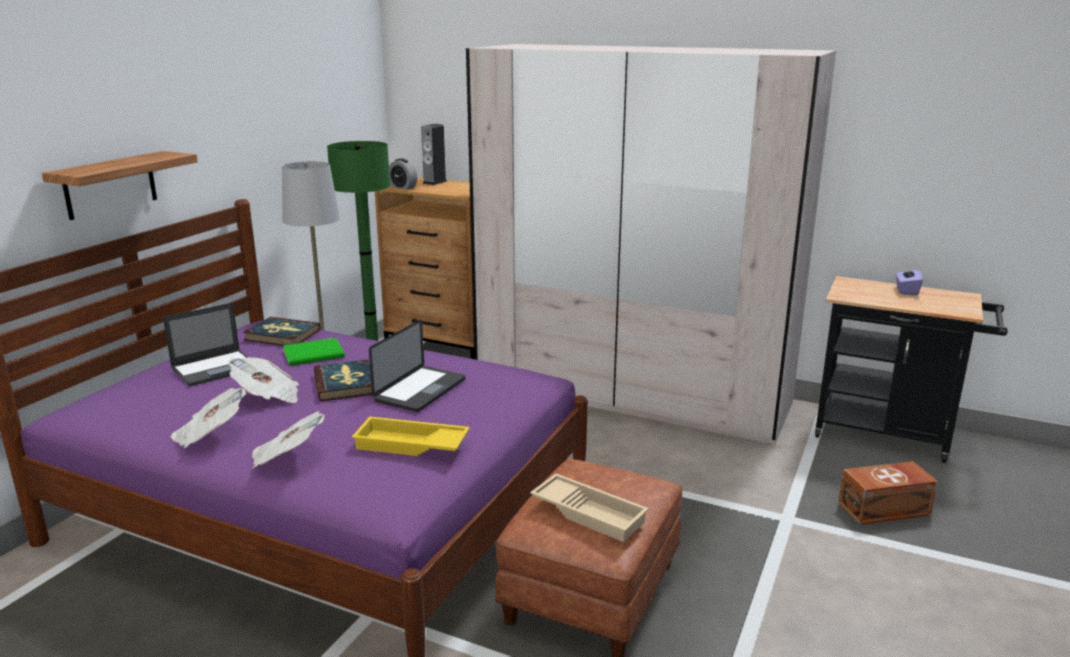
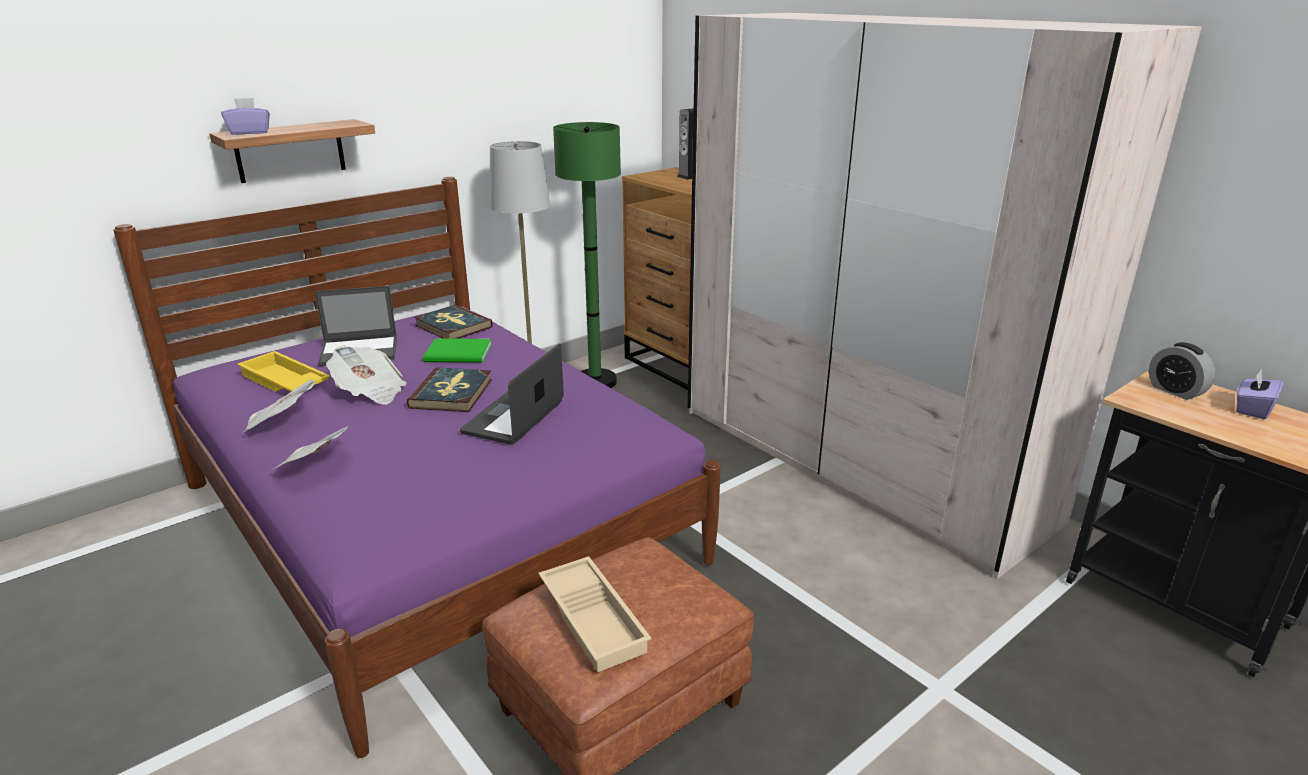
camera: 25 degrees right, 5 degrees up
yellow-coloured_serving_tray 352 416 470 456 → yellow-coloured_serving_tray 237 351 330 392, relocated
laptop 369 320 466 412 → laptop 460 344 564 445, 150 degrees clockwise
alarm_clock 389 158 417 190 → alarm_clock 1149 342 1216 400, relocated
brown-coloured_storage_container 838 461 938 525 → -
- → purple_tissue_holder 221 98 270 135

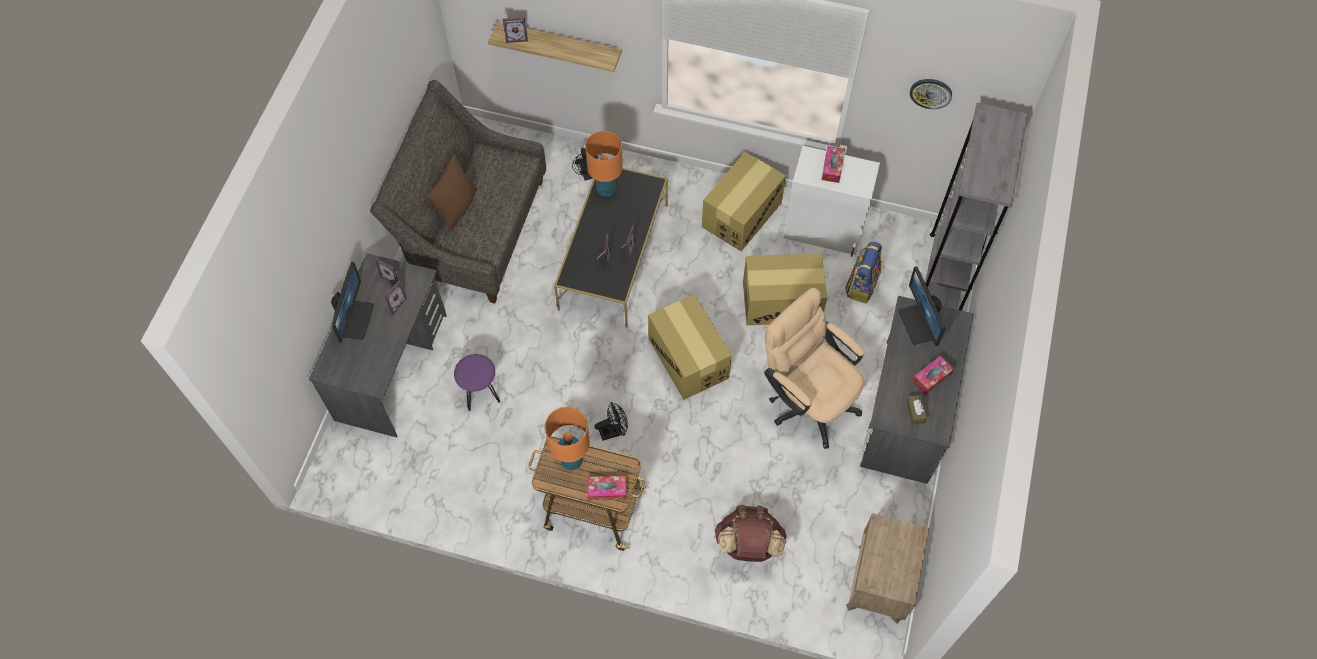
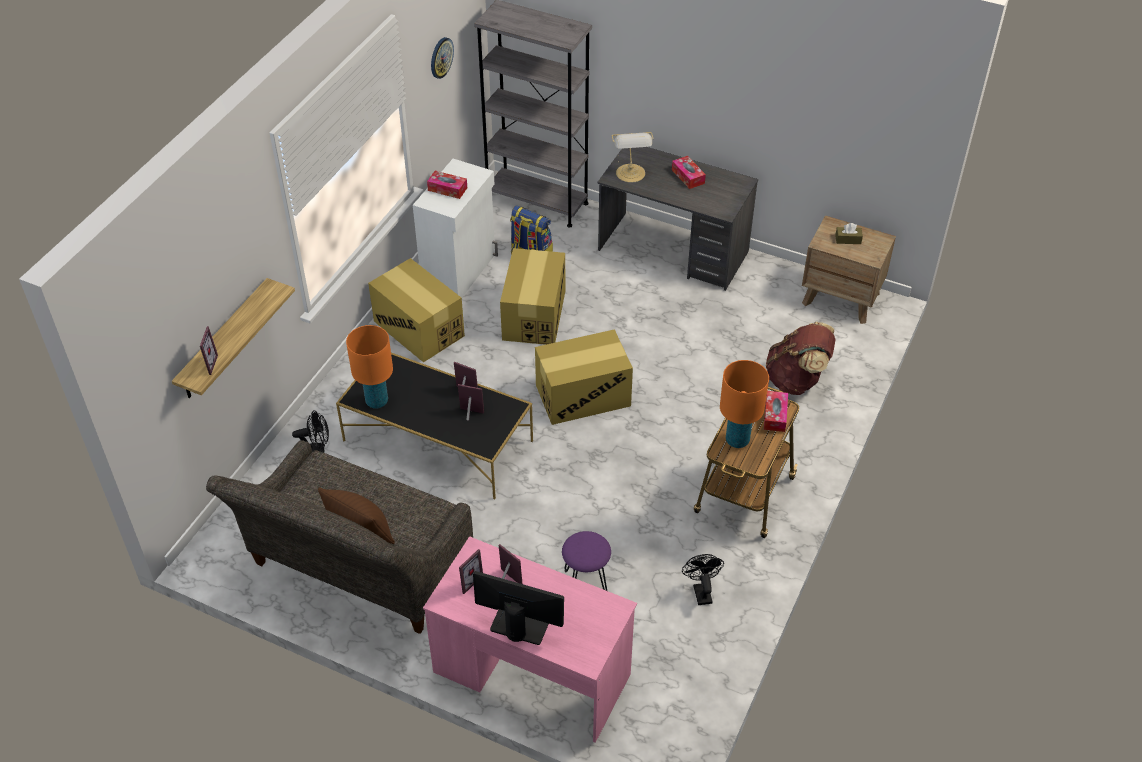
camera: 80 degrees left, 15 degrees down
gray_desk_table 309 253 447 438 → pinkish_desk_table 423 536 637 743
black-coloured_electric_fan 595 402 628 441 → black-coloured_electric_fan 682 554 724 605, relocated
beige-coloured_computer_chair 764 288 865 449 → -
monitor 899 266 945 346 → tabletop_lamp 612 132 654 183
brown-coloured_tissue_holder 906 395 927 425 → brown-coloured_tissue_holder 835 223 863 244, relocated

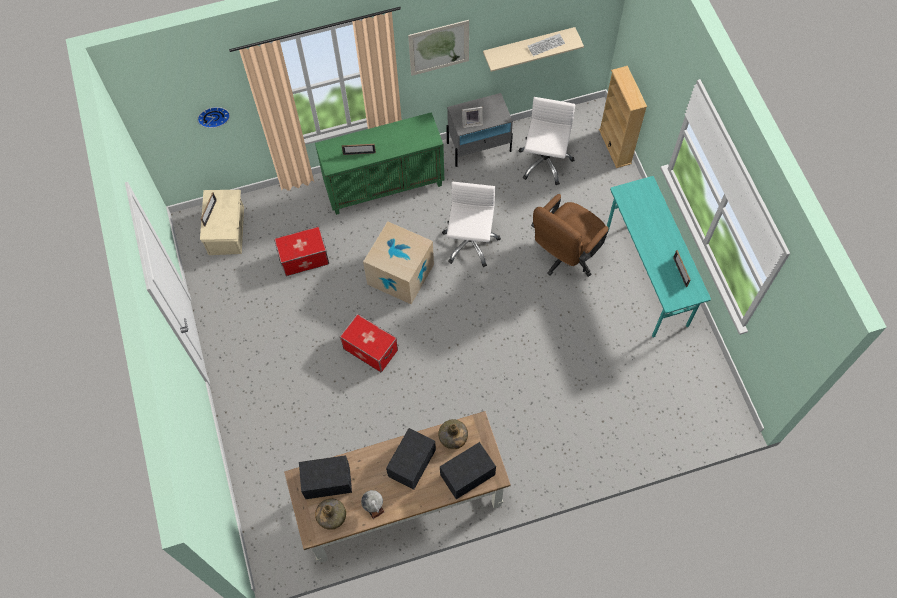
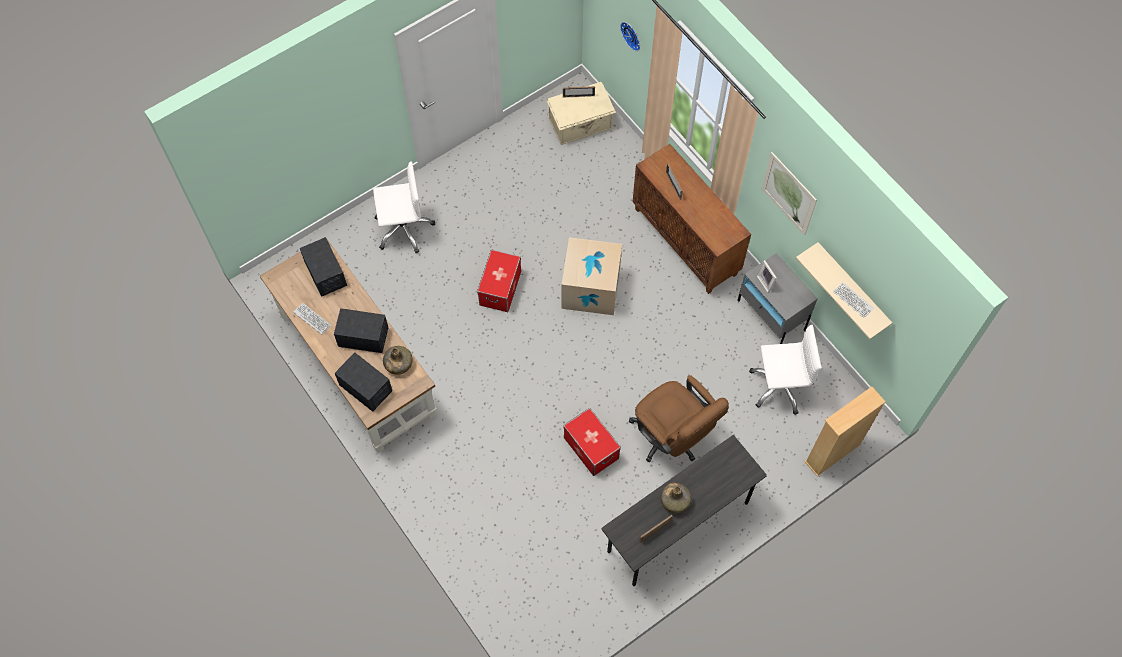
camera: 70 degrees right, 0 degrees up
storage_container 274 226 329 276 → storage_container 563 408 621 476, relocated
green_cupboard 315 112 444 215 → brown-coloured_cupboard 632 144 751 294
green_beverage_bottle 315 499 346 530 → green_beverage_bottle 661 483 691 514, relocated
world_globe 361 490 385 519 → PC_keyboard 293 303 332 335
whitish_computer_chair 442 182 501 267 → whitish_computer_chair 373 161 435 253, relocated
brown-coloured_computer_chair 531 194 609 277 → brown-coloured_computer_chair 629 375 729 463, 150 degrees counterclockwise
turquoise_desk_table 607 176 711 337 → gray_desk_table 602 435 767 586

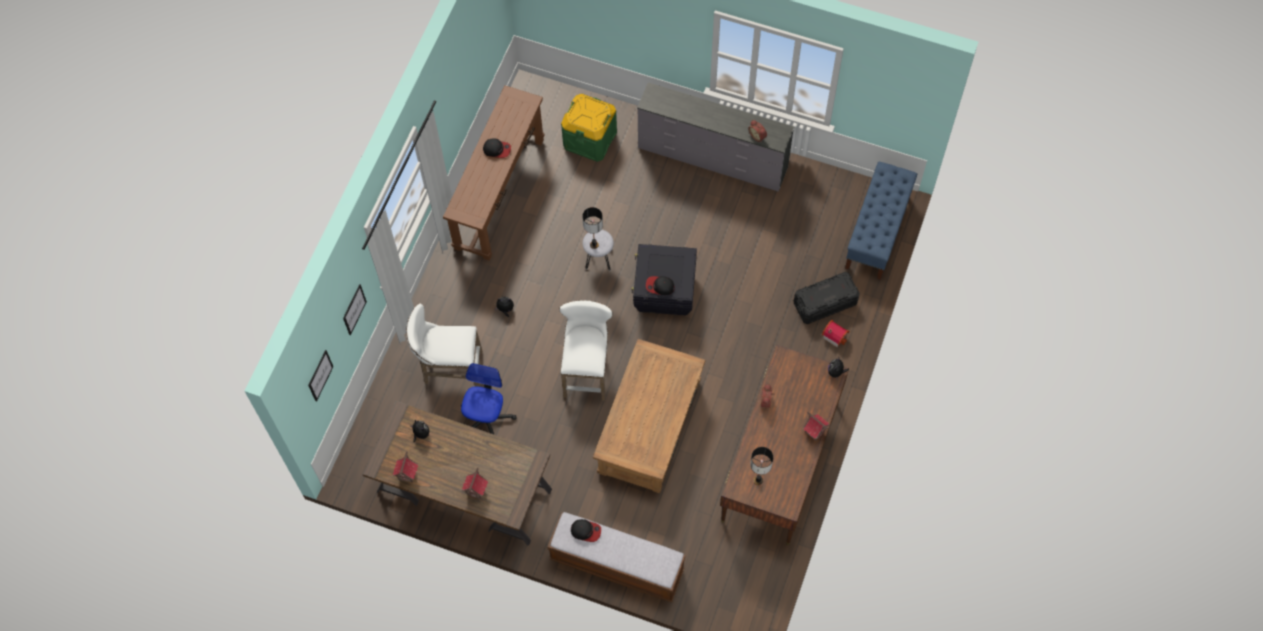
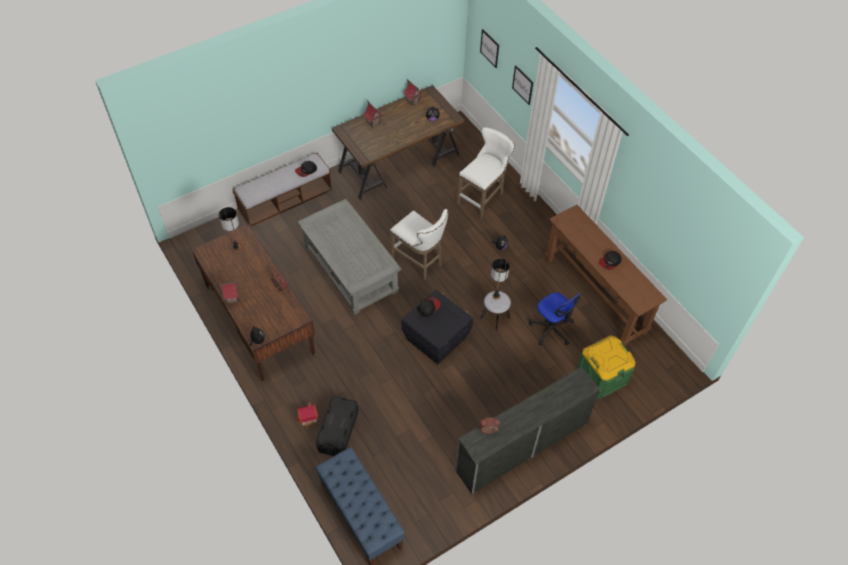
camera: 125 degrees right, 10 degrees down
computer_chair 461 363 516 434 → computer_chair 529 292 582 346, relocated
brown-coloured_low_table 593 339 706 493 → gray_low_table 297 199 401 315

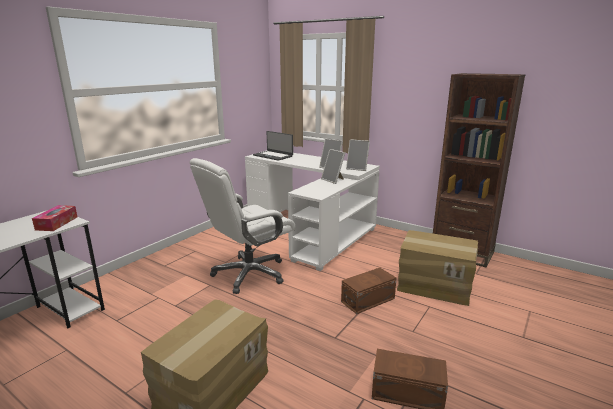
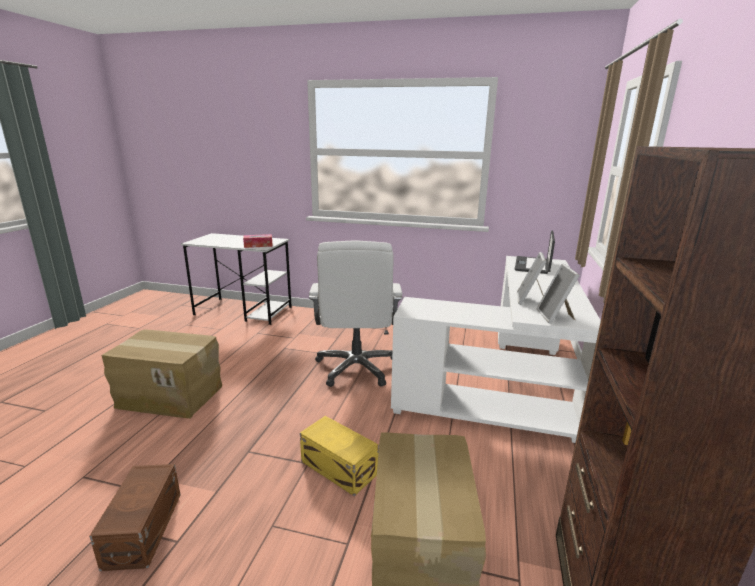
camera: 70 degrees right, 0 degrees up
whitish_computer_chair 190 158 296 294 → whitish_computer_chair 309 240 403 387, 120 degrees counterclockwise
standing_frame 321 149 345 184 → -
brown-coloured_storage_container 341 267 396 314 → yellow-coloured_storage_container 300 416 379 496

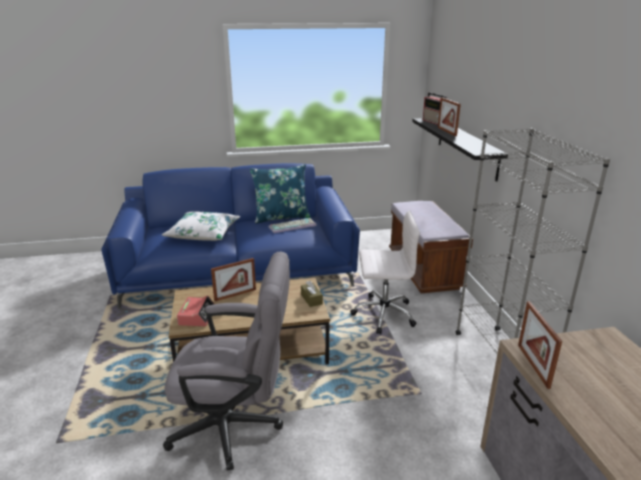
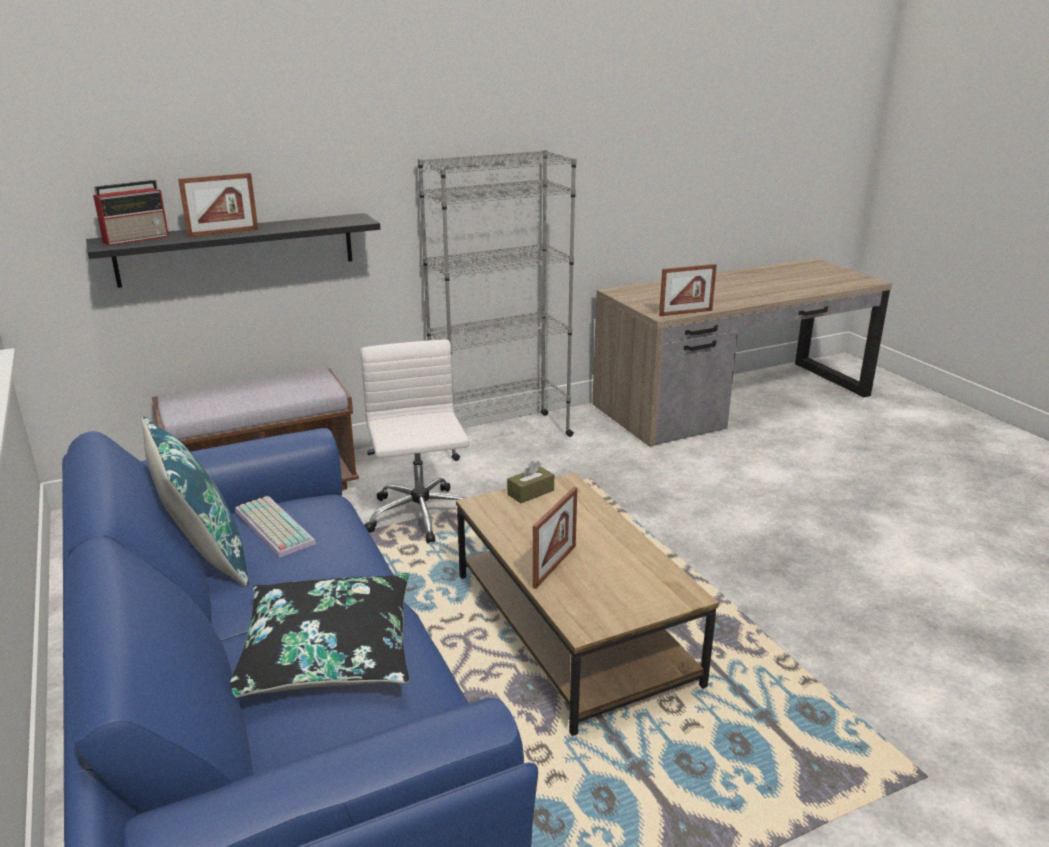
camera: 105 degrees left, 0 degrees up
whitish_cushion 162 211 240 241 → black-coloured_cushion 230 573 409 698
gray_computer_chair 163 251 290 471 → -
alarm_clock 177 296 214 326 → -
standing_frame 211 258 256 301 → standing_frame 532 487 577 589, 75 degrees clockwise

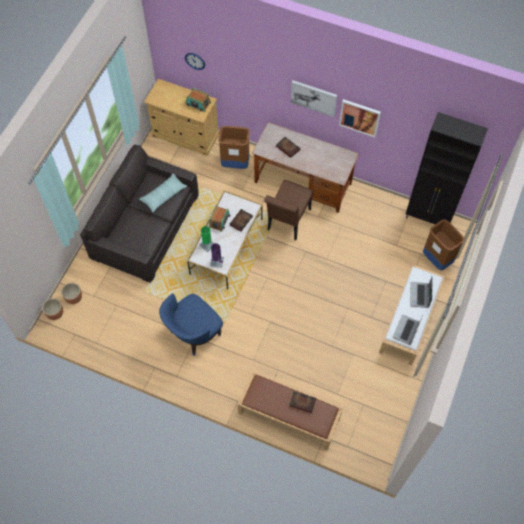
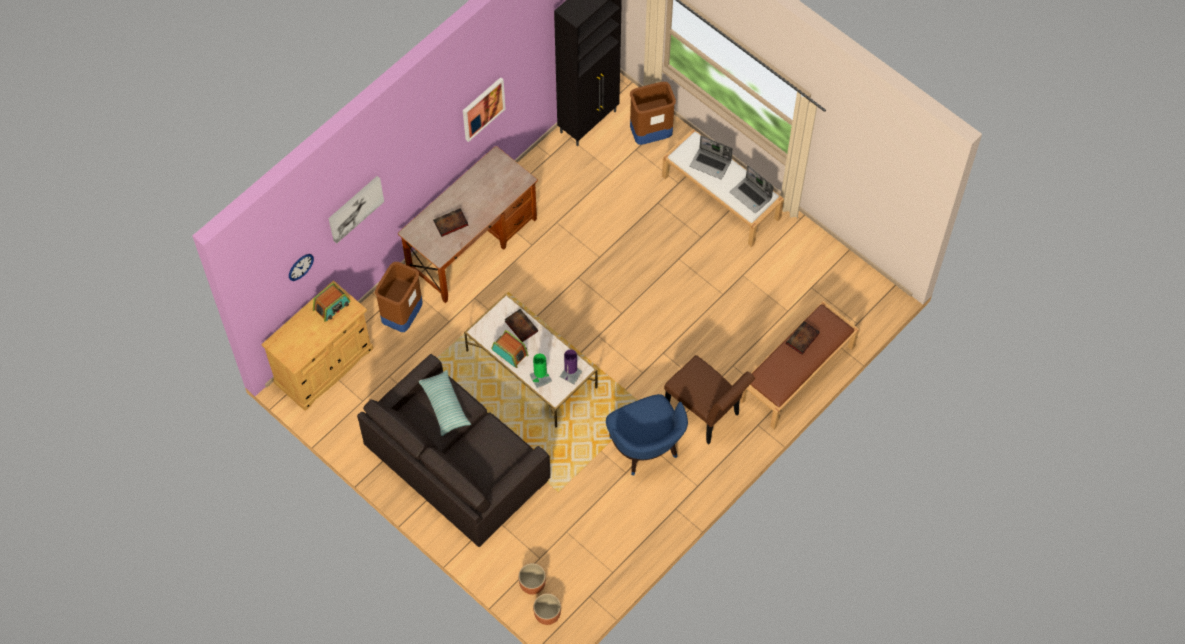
camera: 70 degrees left, 0 degrees up
brown-coloured_chair 264 180 314 240 → brown-coloured_chair 664 355 755 444, relocated
wall_picture 291 80 337 117 → wall_picture 328 176 384 244, relocated

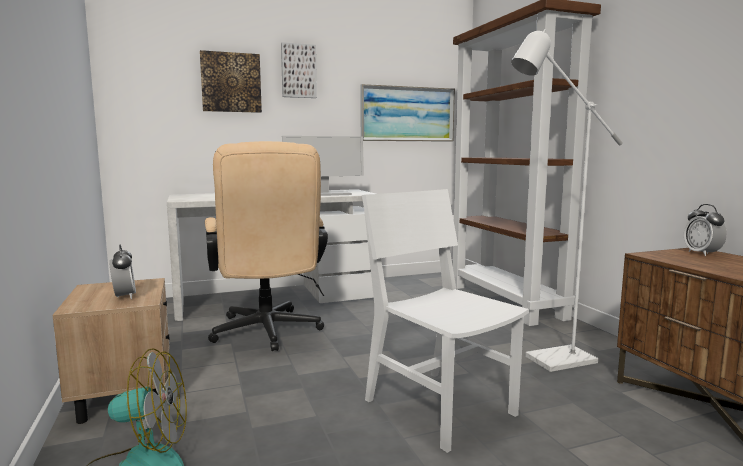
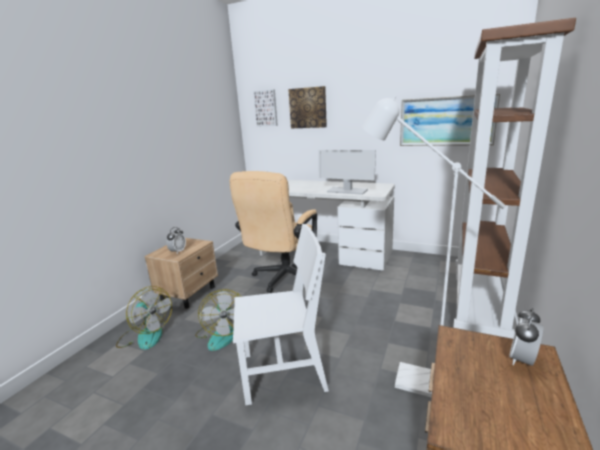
camera: 45 degrees right, 10 degrees up
wall_picture 281 42 317 98 → wall_picture 253 89 278 127, relocated
whitish_chair 362 189 529 453 → whitish_chair 233 224 329 405, 75 degrees clockwise
- → electric_fan 195 289 242 351

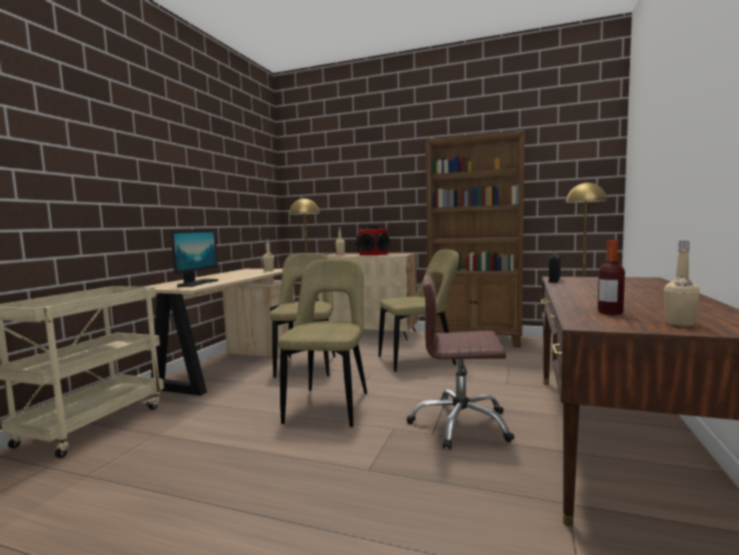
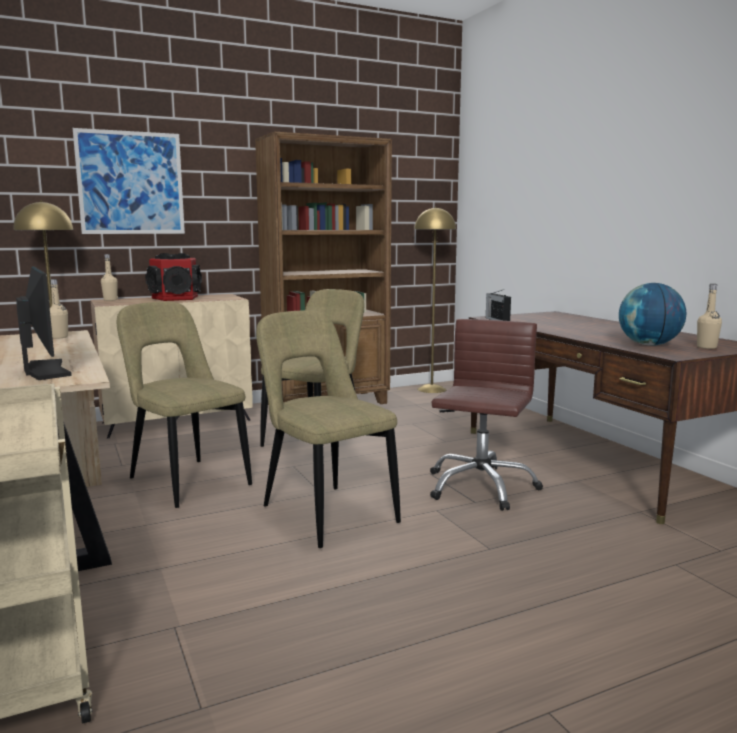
camera: 45 degrees left, 5 degrees up
brown-coloured_computer_chair 407 275 514 450 → brown-coloured_computer_chair 430 319 543 511, 150 degrees clockwise
beverage_bottle 597 240 625 315 → world_globe 619 283 686 346
- → wall_picture 73 128 185 234

